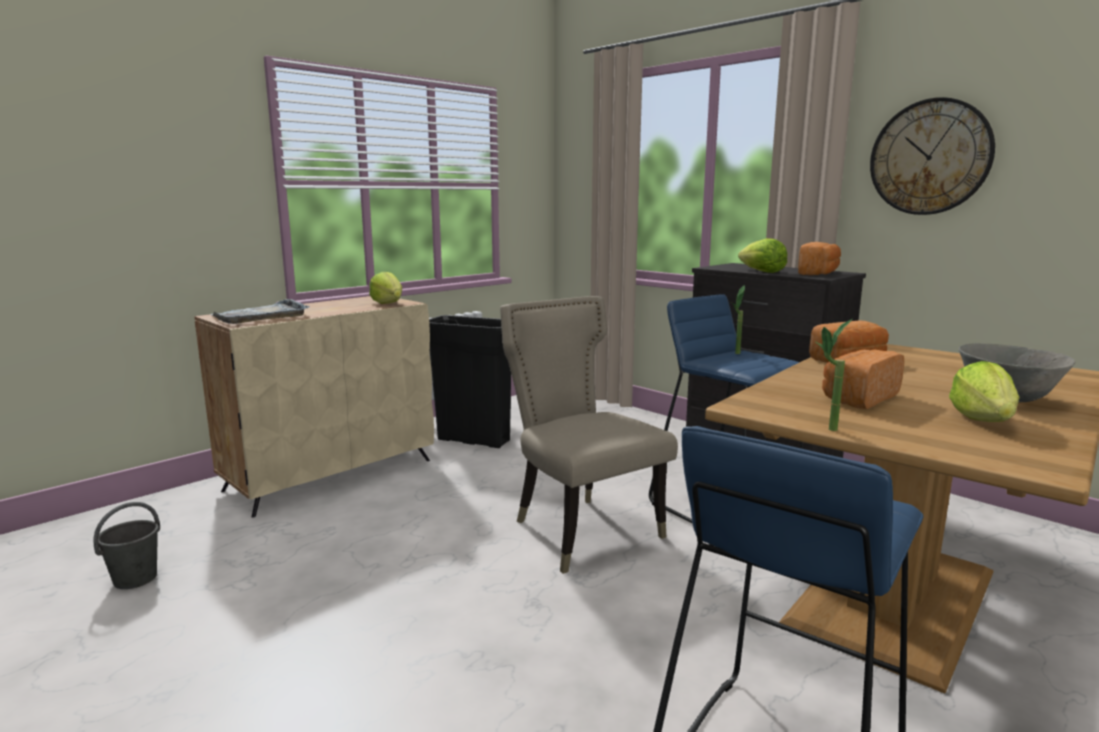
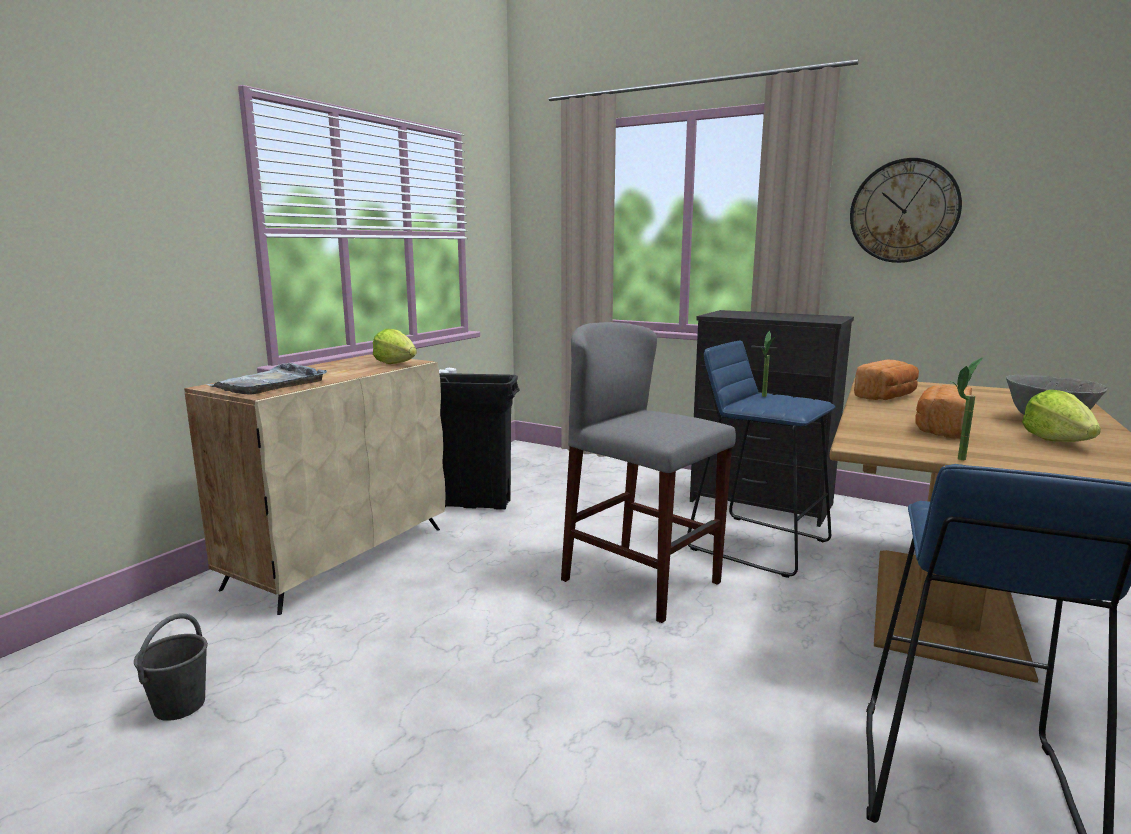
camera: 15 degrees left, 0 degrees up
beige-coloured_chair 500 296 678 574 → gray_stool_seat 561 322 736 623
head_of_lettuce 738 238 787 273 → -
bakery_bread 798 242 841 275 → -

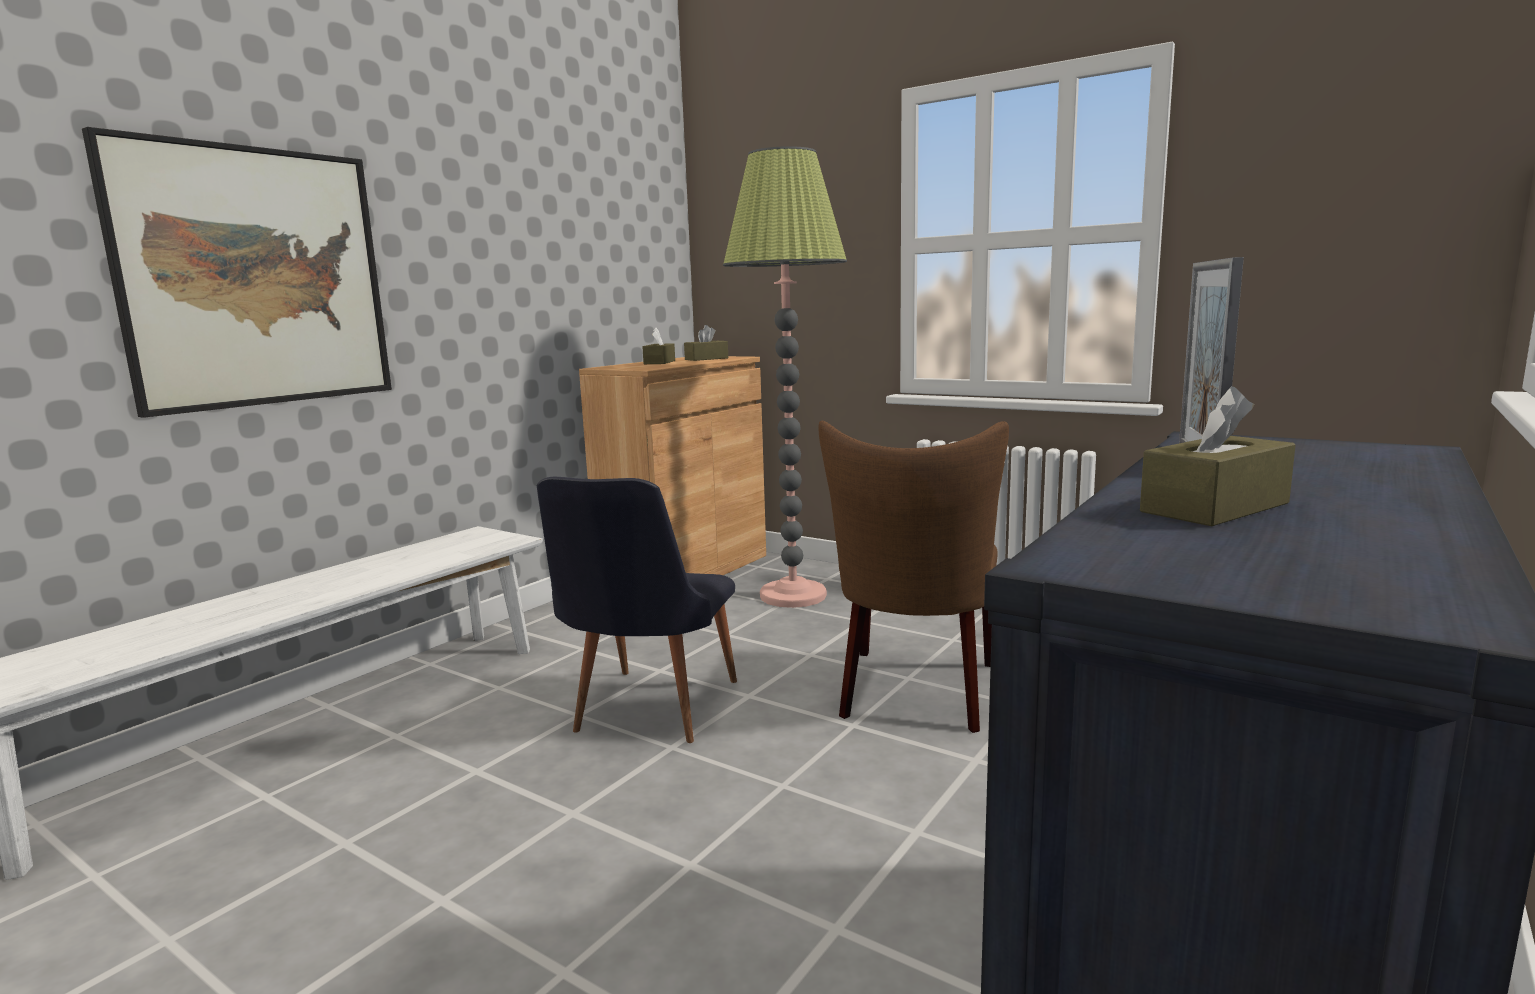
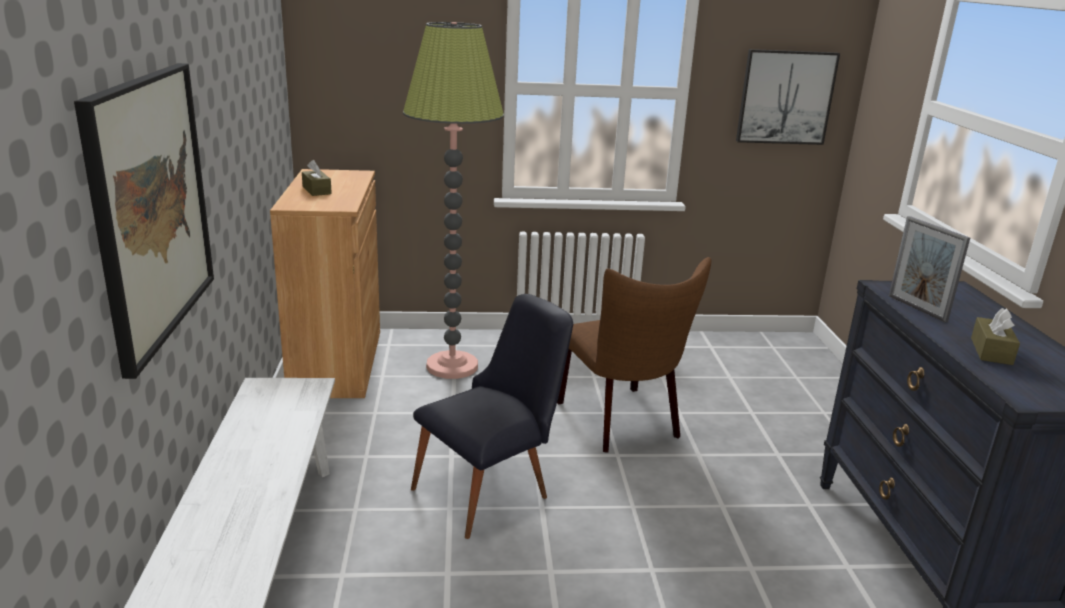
camera: 40 degrees left, 10 degrees up
black-coloured_chair 537 477 737 743 → black-coloured_chair 411 294 573 539, 105 degrees counterclockwise
brown-coloured_tissue_holder 684 325 728 361 → -
- → wall_picture 736 49 840 145

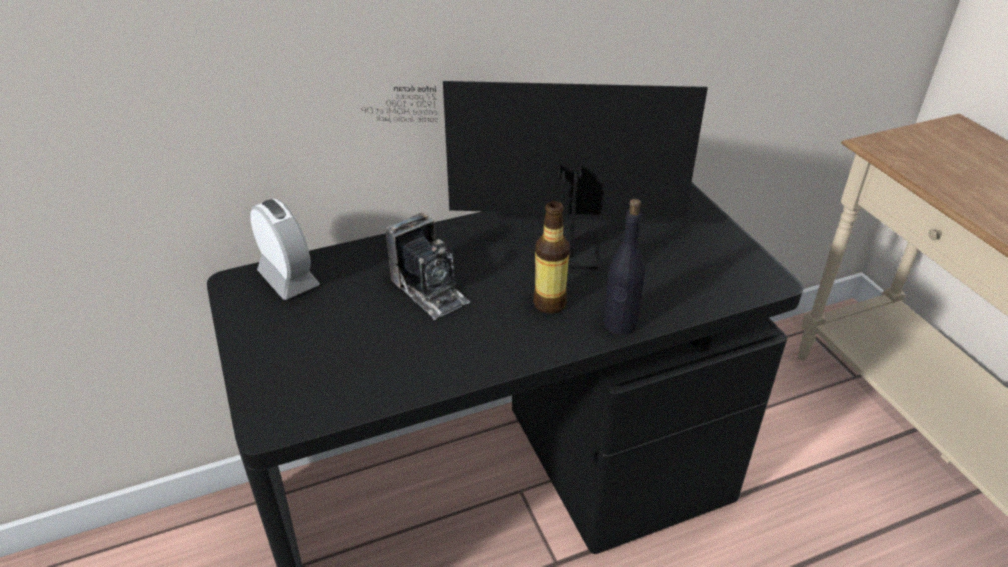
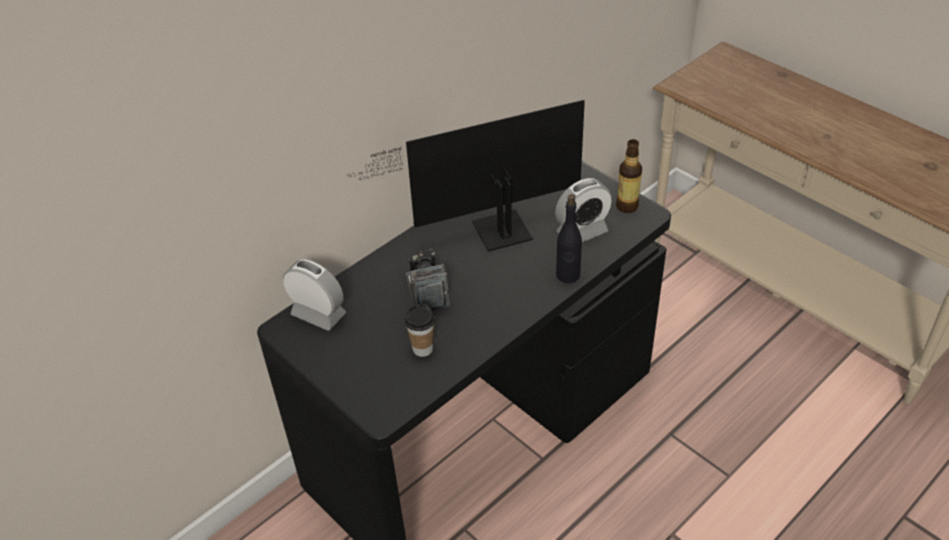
camera: 20 degrees left, 5 degrees up
photo_camera 386 213 471 320 → photo_camera 406 249 450 310, 135 degrees counterclockwise
beverage_bottle 533 201 570 314 → beverage_bottle 616 139 642 213, relocated
- → cup 405 304 435 357
- → alarm_clock 555 178 612 242

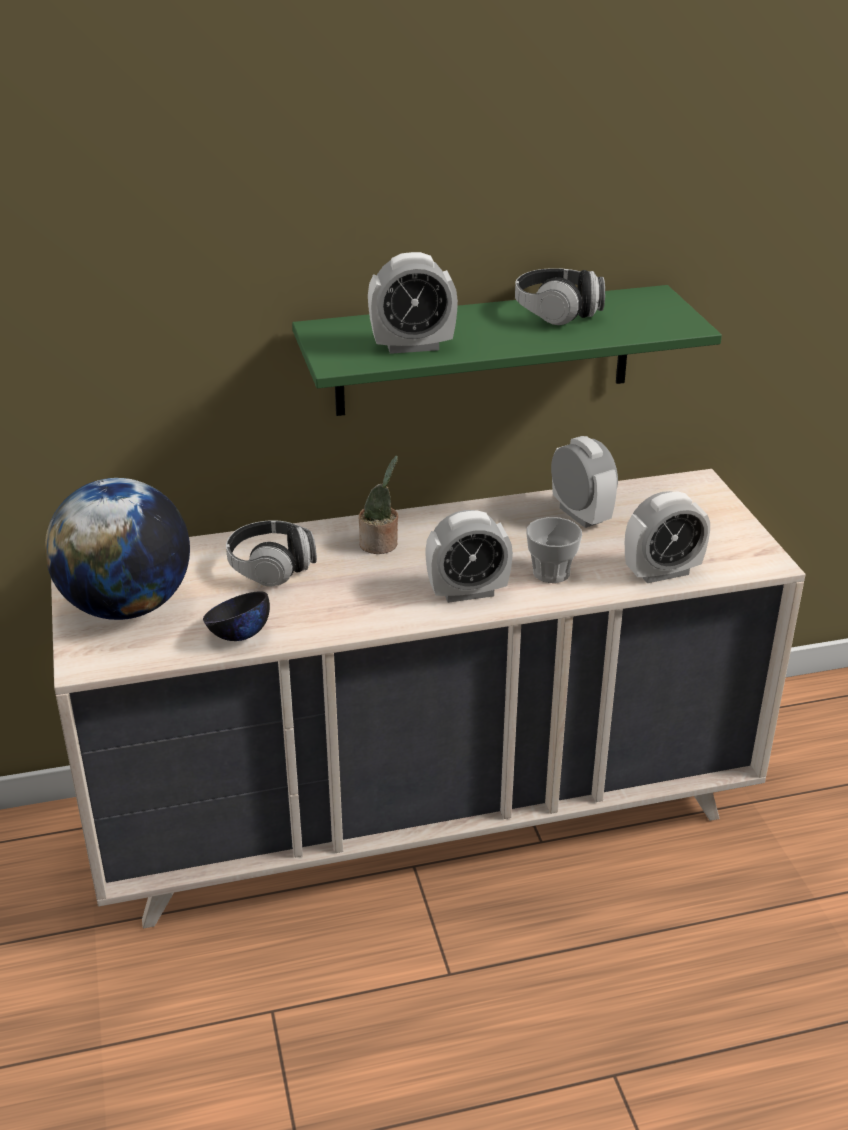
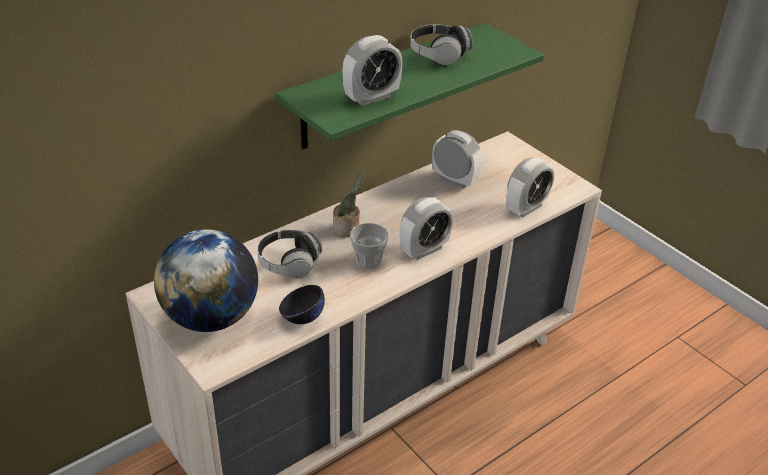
camera: 25 degrees left, 5 degrees up
cup 526 517 582 583 → cup 350 223 388 269, relocated

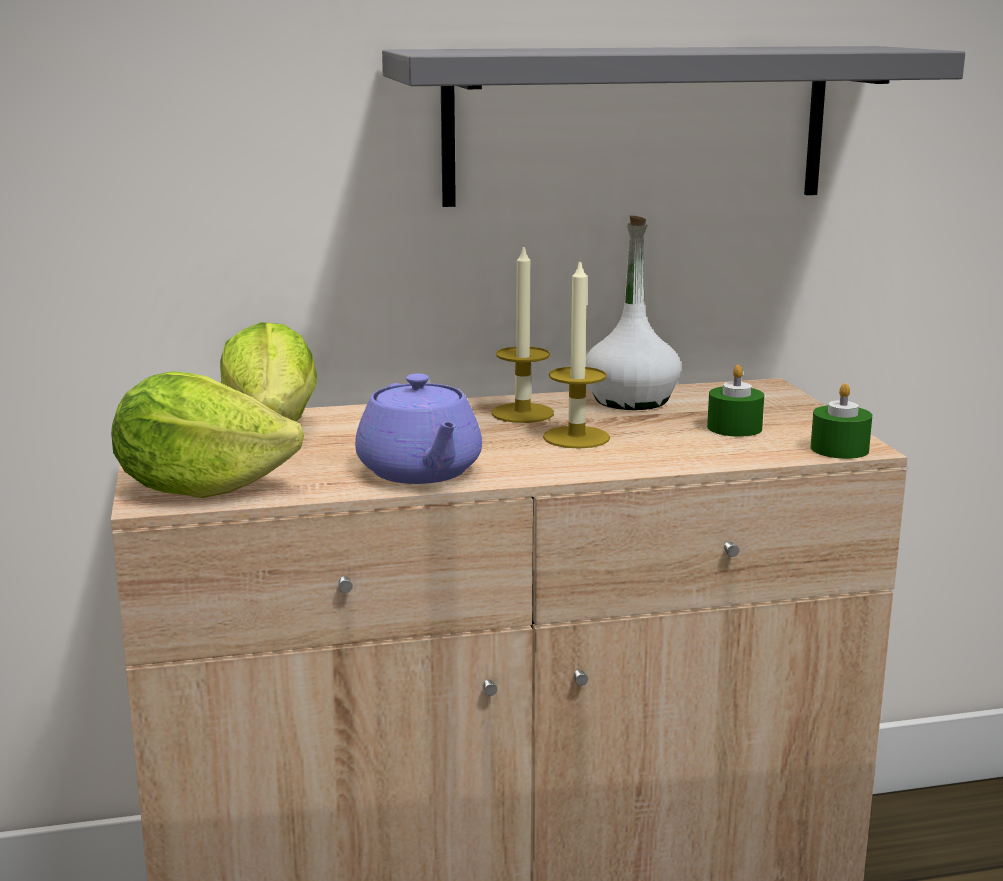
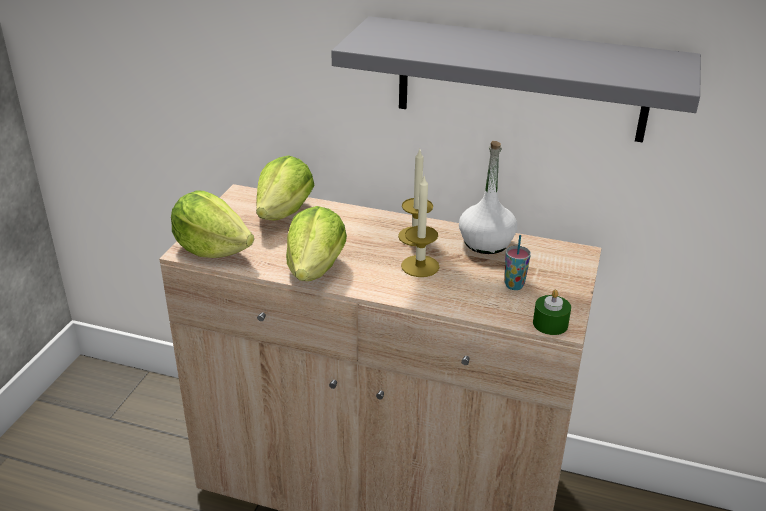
camera: 30 degrees right, 15 degrees up
purple_teapot 355 374 482 484 → head_of_lettuce 286 206 347 281
green_candle 707 365 764 437 → cup 505 235 531 290

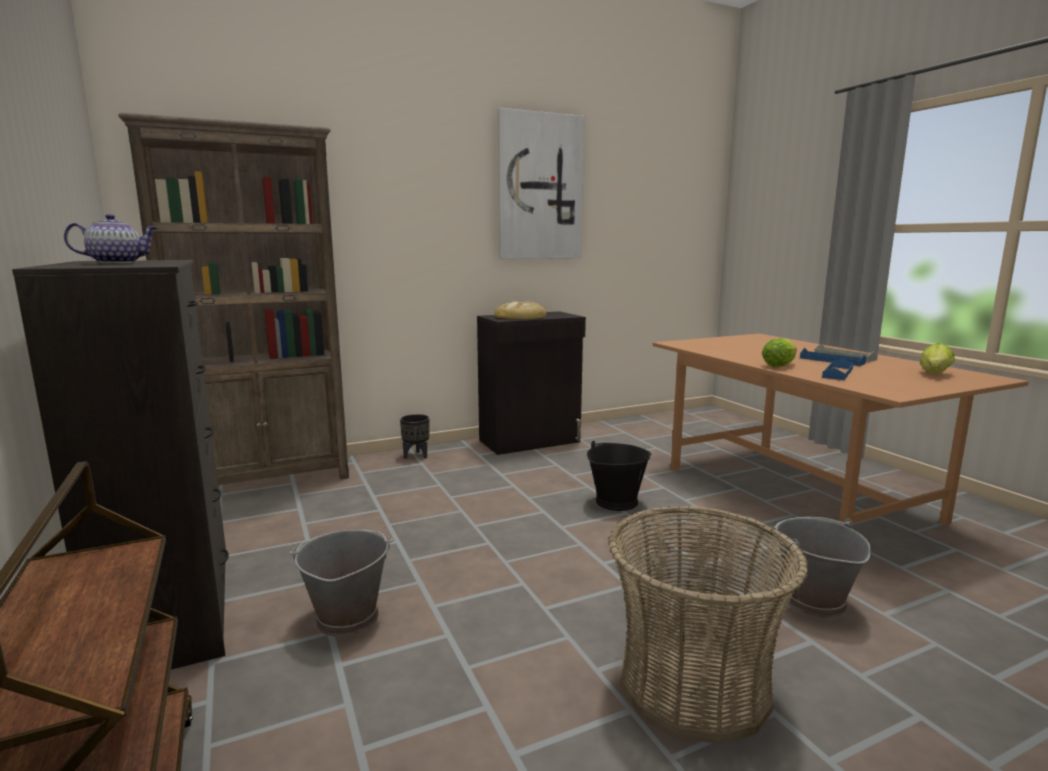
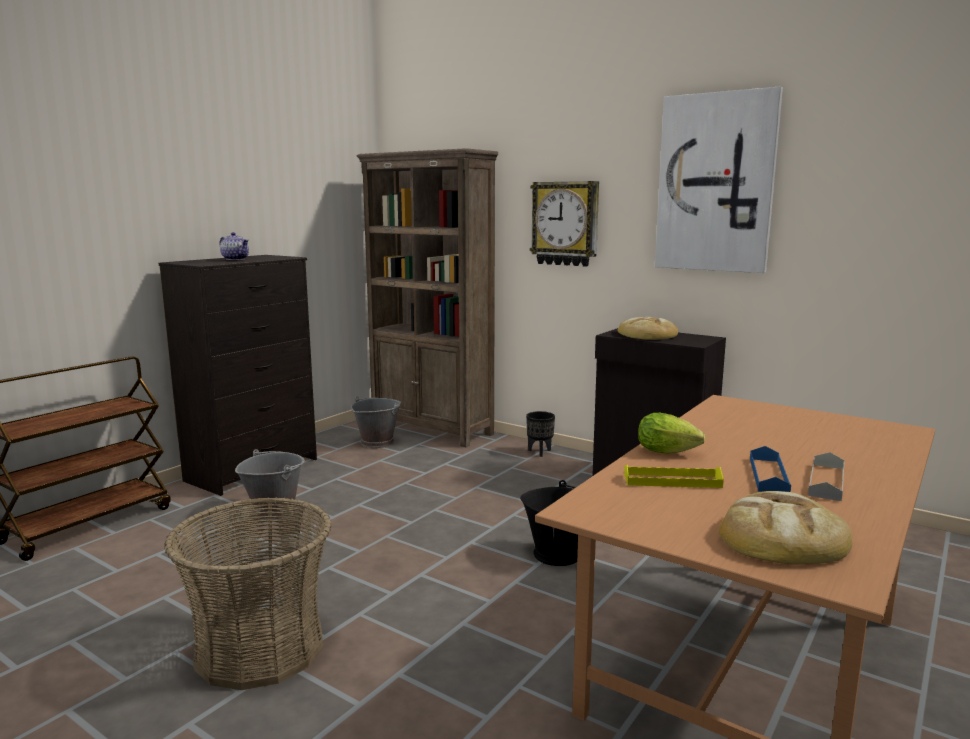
camera: 60 degrees right, 0 degrees up
gray_bucket 774 517 871 619 → gray_bucket 351 396 401 448, relocated
blue-coloured_serving_tray 822 358 853 380 → yellow-coloured_serving_tray 624 465 724 488
head_of_lettuce 920 343 955 374 → bakery_bread 719 491 852 564
- → clock_on_the_wall 530 181 599 267

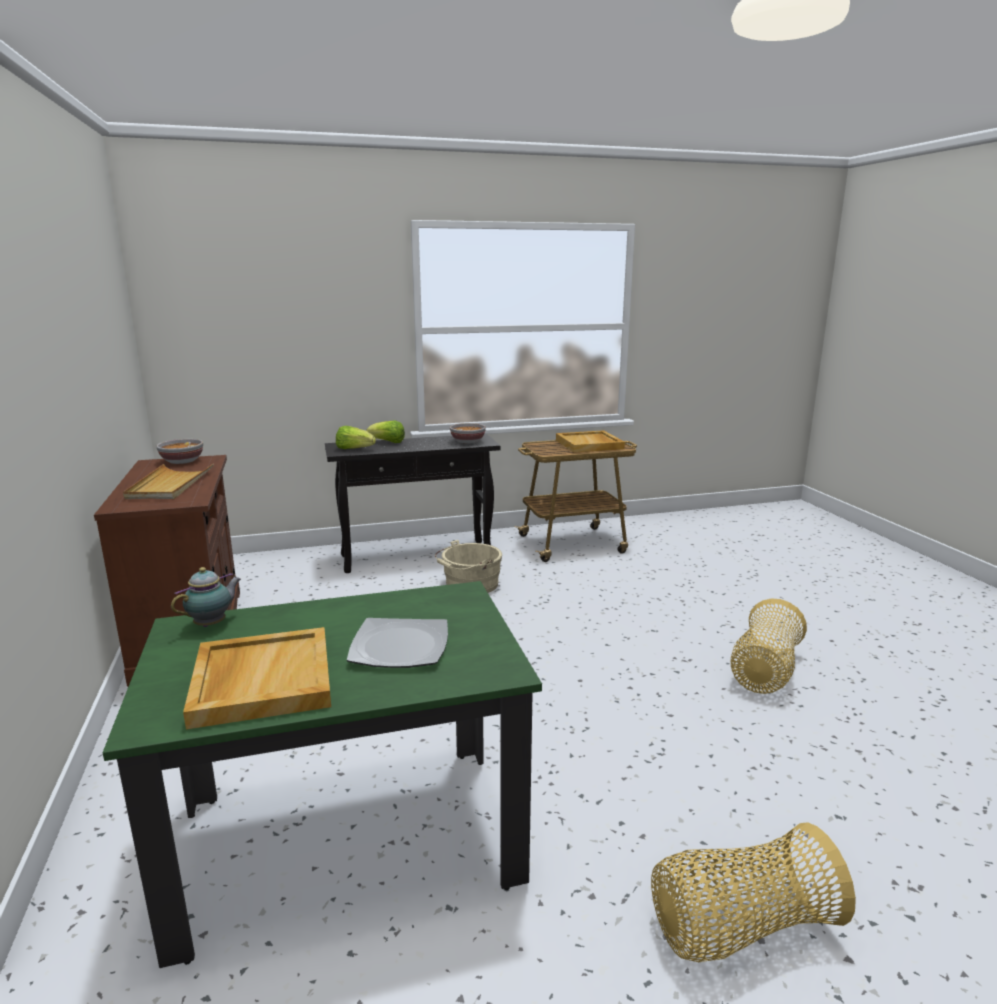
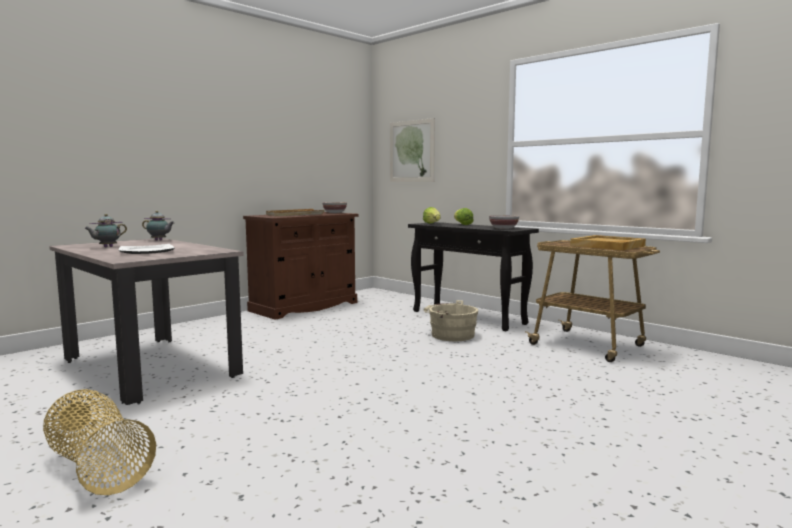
camera: 60 degrees right, 10 degrees down
green_kitchen_table 103 581 542 968 → beige-coloured_kitchen_table 49 238 244 405
beige-coloured_serving_tray 183 627 331 729 → teapot 84 214 127 247
storage_basket 730 598 807 694 → -
- → wall_picture 390 118 435 182

